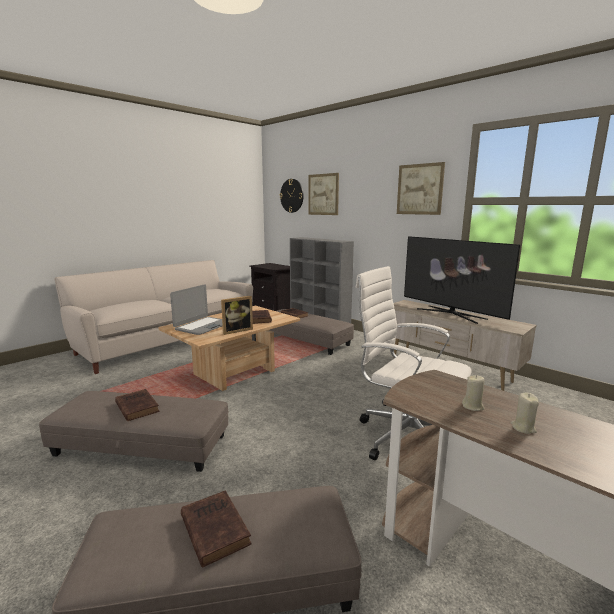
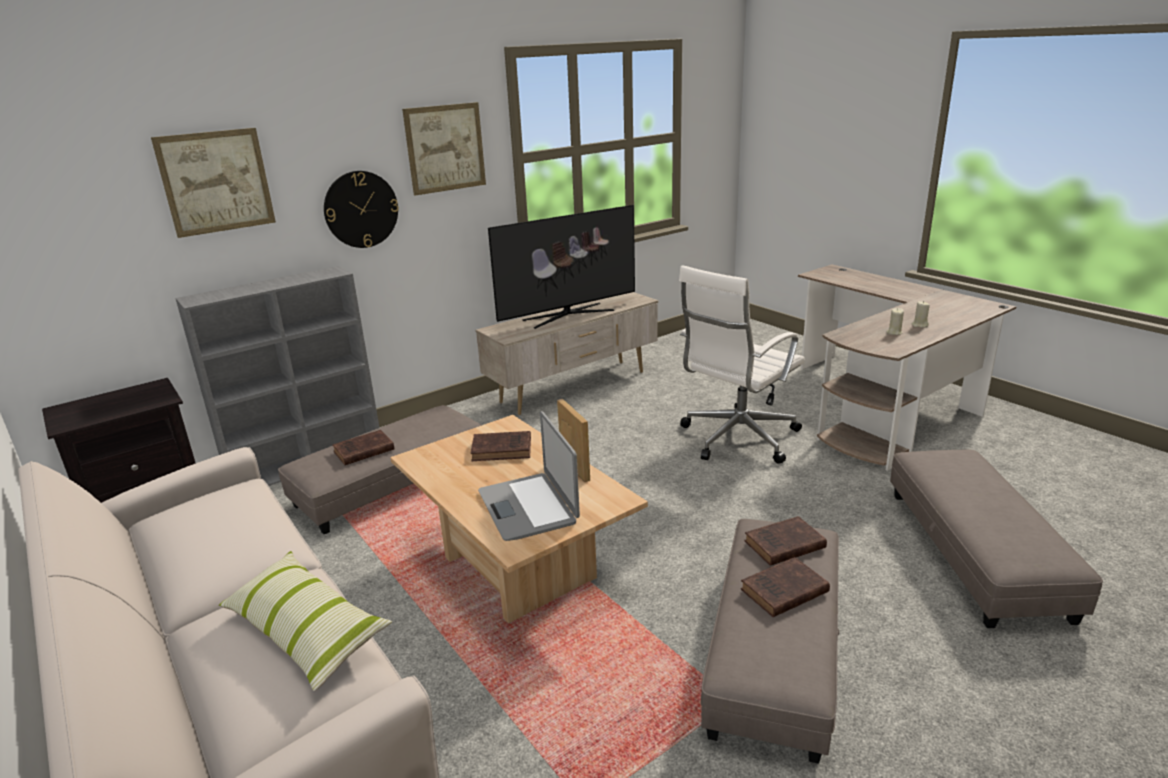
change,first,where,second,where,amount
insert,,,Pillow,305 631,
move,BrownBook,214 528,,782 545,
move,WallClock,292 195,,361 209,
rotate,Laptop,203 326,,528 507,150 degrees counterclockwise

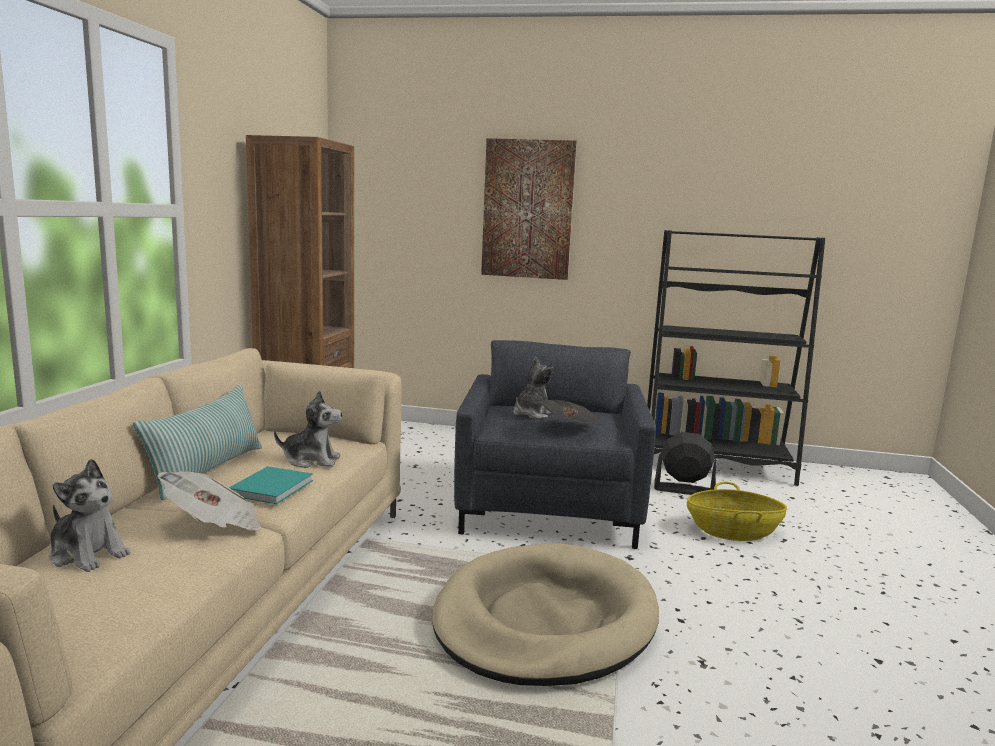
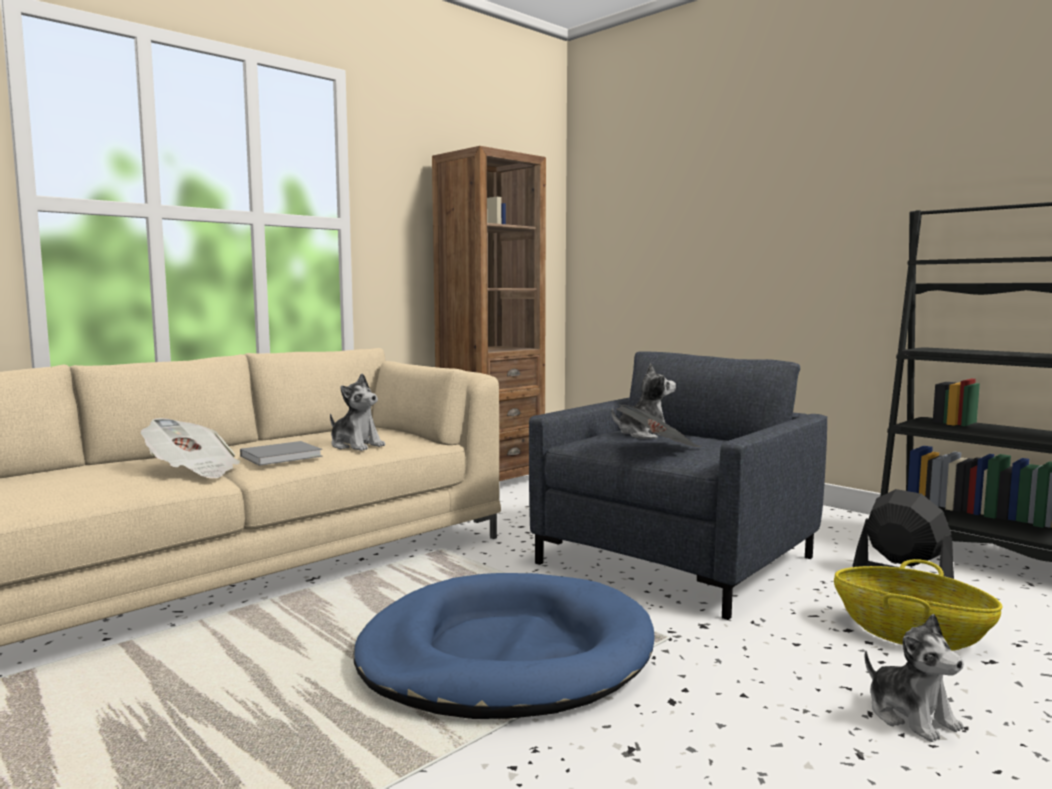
change,first,where,second,where,amount
delete,Pillow,207 470,,,
delete,Picture,528 209,,,
move,PlushToy,88 554,,911 716,
recolor,TurquoiseBook,273 487,GreyBook,283 456,
recolor,BeigeDogBed,545 620,BlueDogBed,505 655,

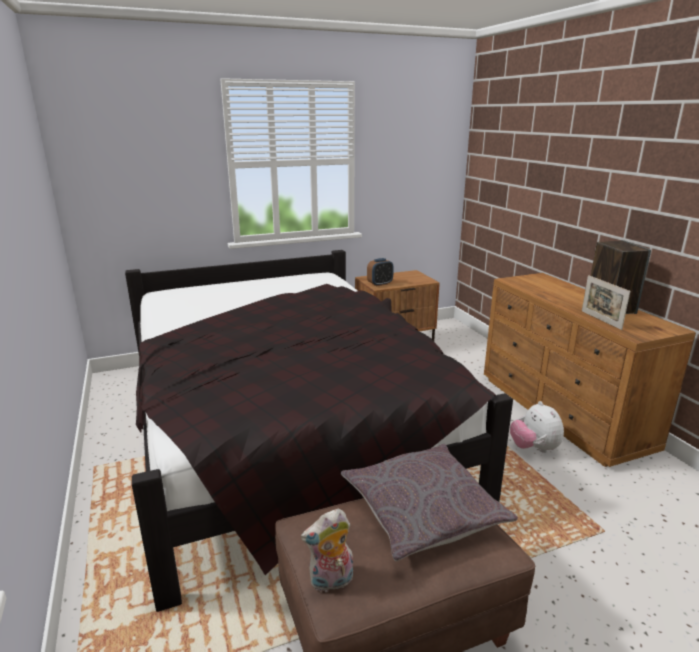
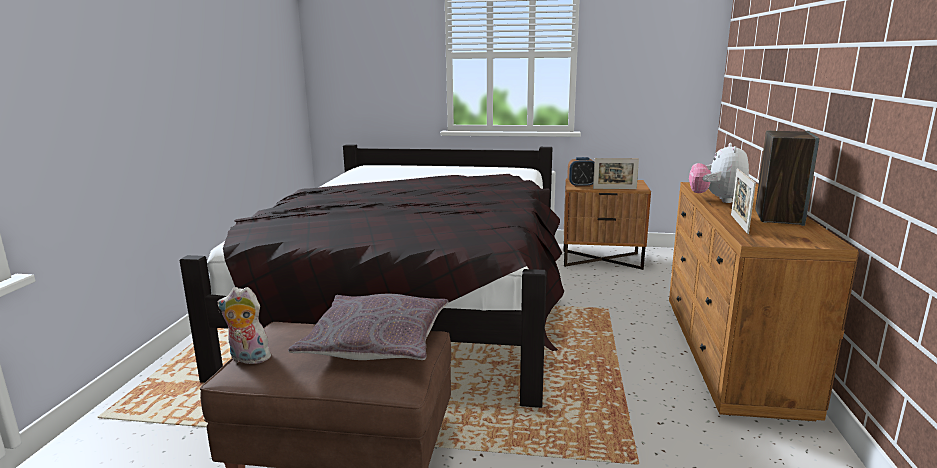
change,first,where,second,where,amount
insert,,,PictureFrame,614 188,
move,PlushToy,534 448,,717 200,

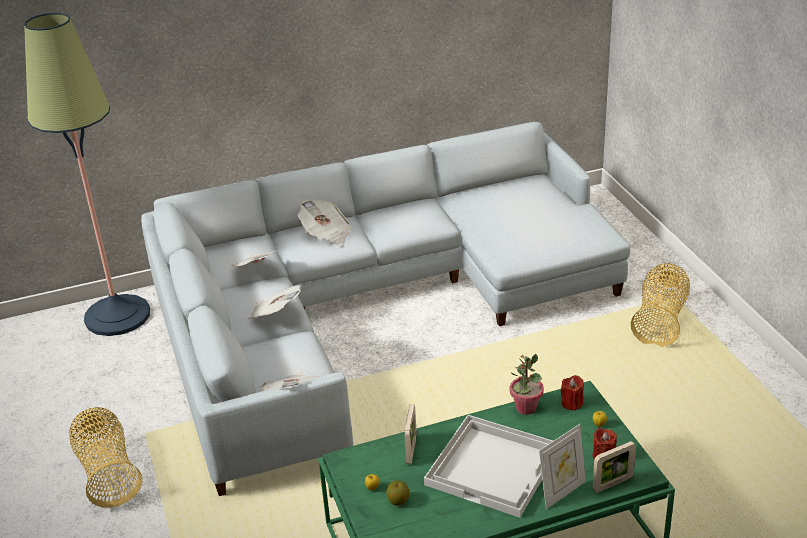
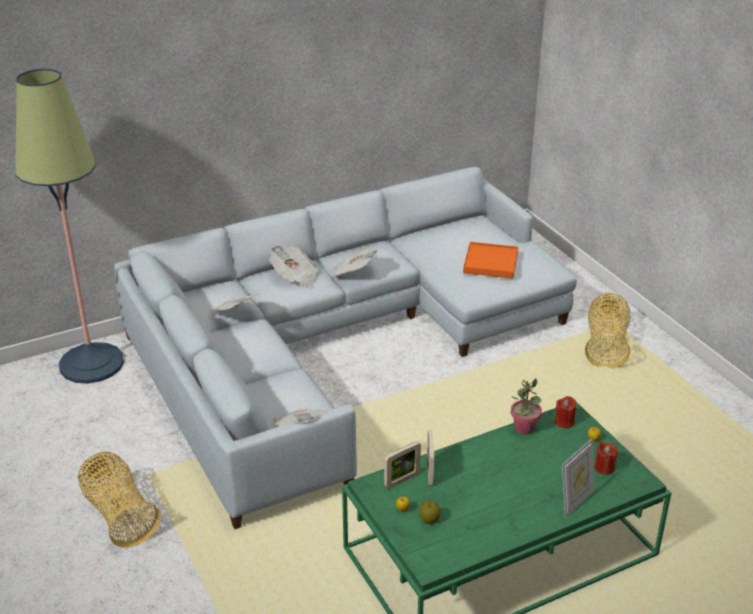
change,first,where,second,where,amount
delete,WhiteTray,494 466,,,
insert,,,OrangeTray,490 263,
move,Newspaper,276 314,,353 273,
move,PictureFrame,612 483,,402 480,

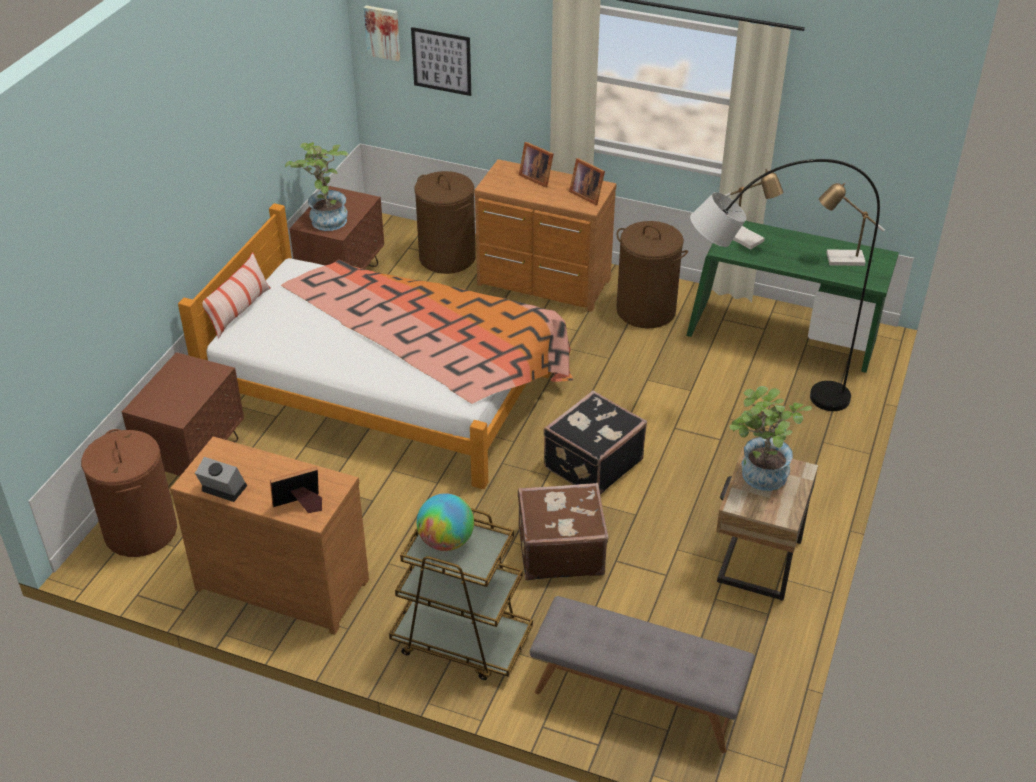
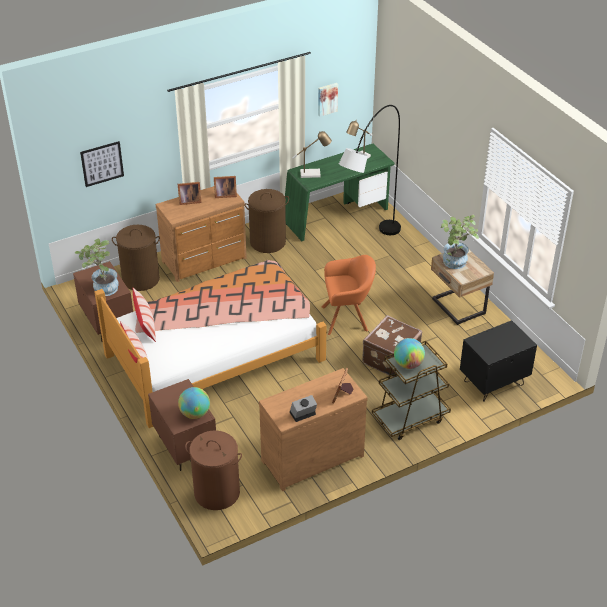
change,first,where,second,where,amount
insert,,,Pillow,145 324,
insert,,,Globe,195 413,
move,Picture,383 32,,327 99,
replace,GreyBench,637 697,BlackNightstand,493 384,
replace,BlackSuitcase,591 463,OrangeArmchair,348 318,

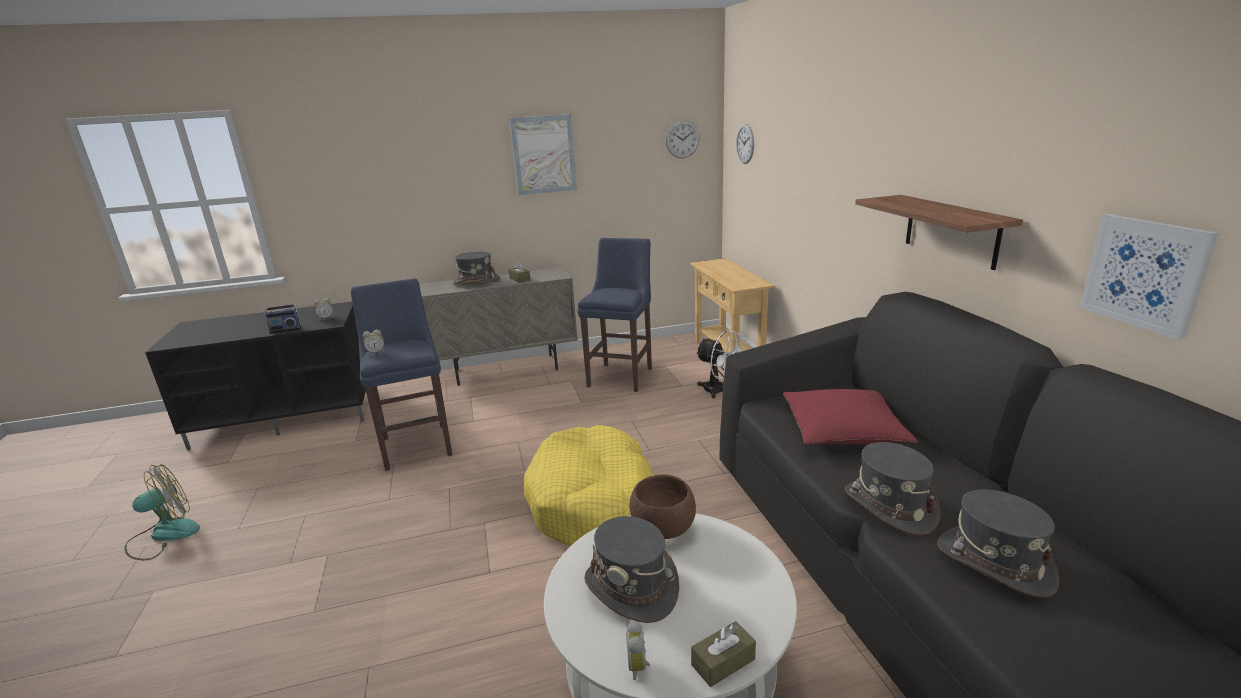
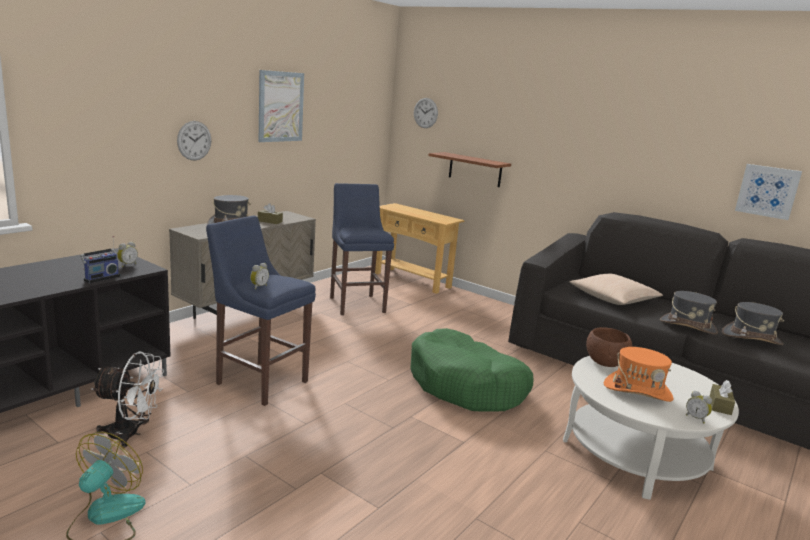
change,first,where,second,where,amount
move,WallClock,682 139,,194 140,
move,WhiteFan,719 391,,131 434,
move,Shelf,951 230,,475 169,
recolor,YellowDogBed,594 503,GreenDogBed,466 385,
recolor,GreyHat,632 587,OrangeHat,637 391,
recolor,RedPillow,843 431,BeigePillow,613 299,

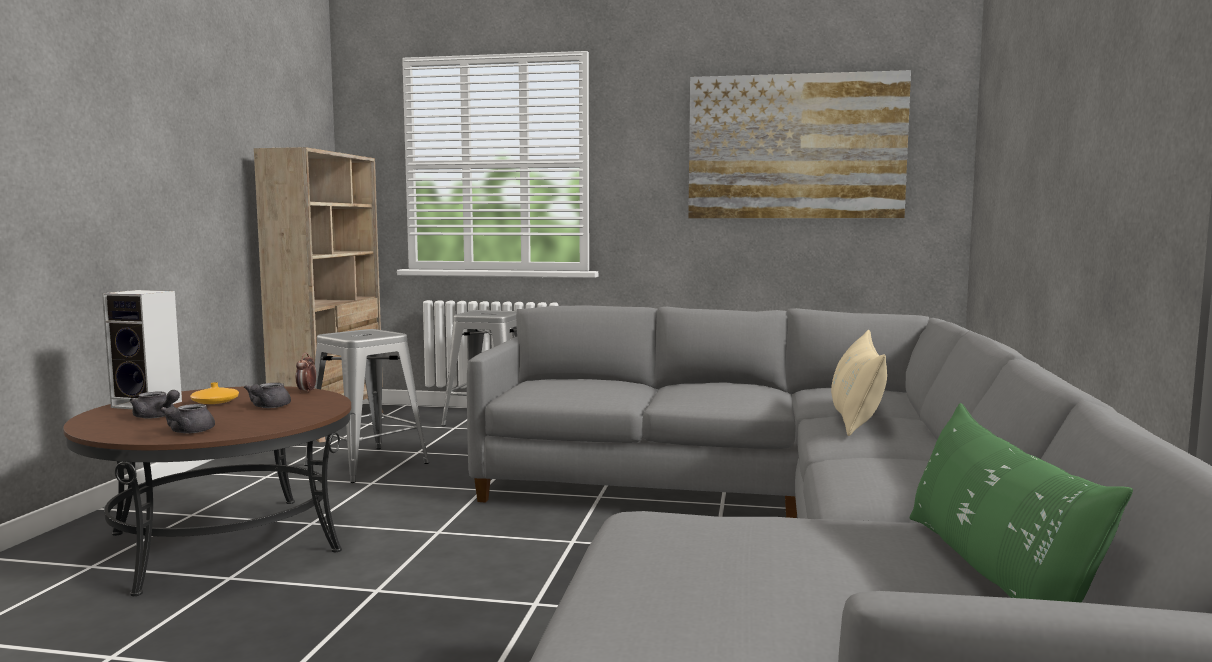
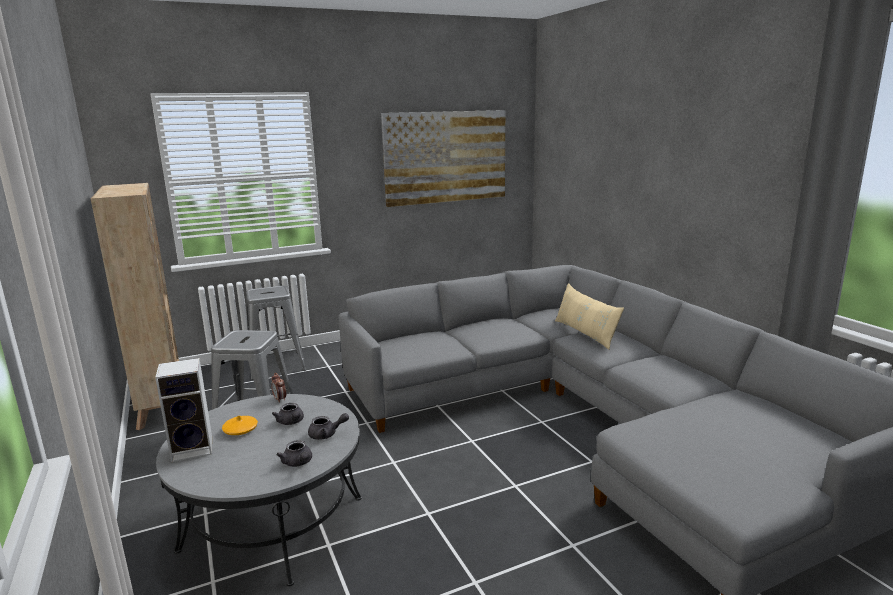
change,first,where,second,where,amount
delete,GreenPillow,992 573,,,
move,GreyTeapot,156 417,,327 434,
recolor,BrownCoffeeTable,224 542,GreyCoffeeTable,273 523,

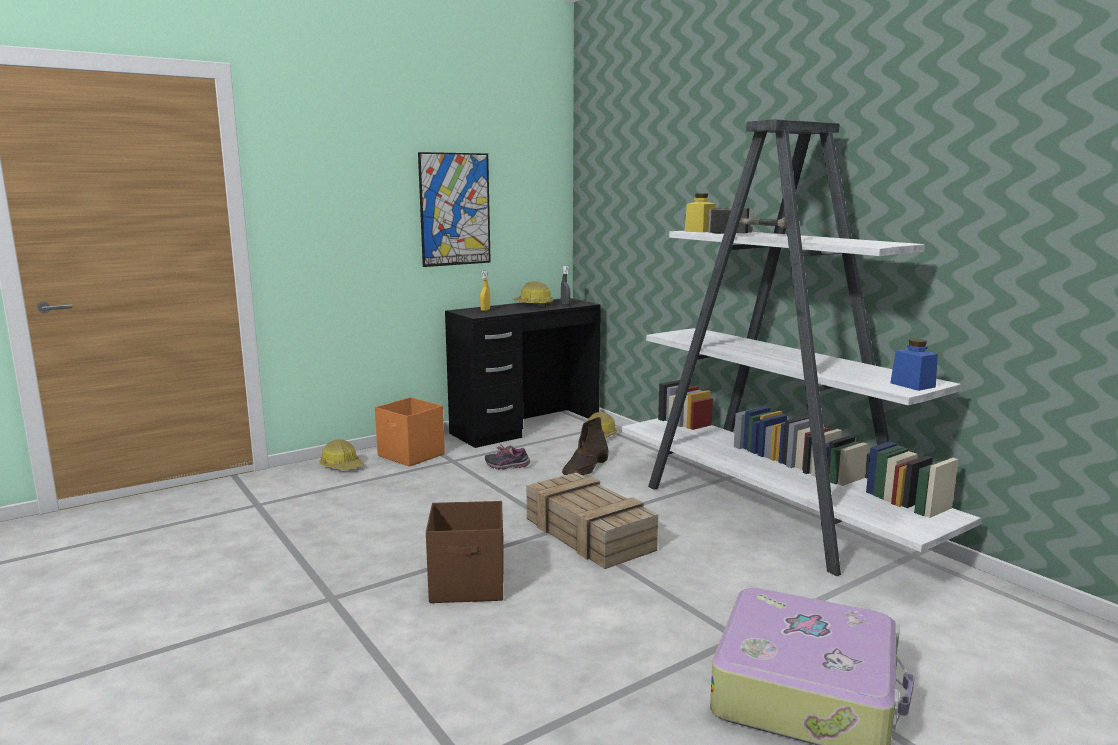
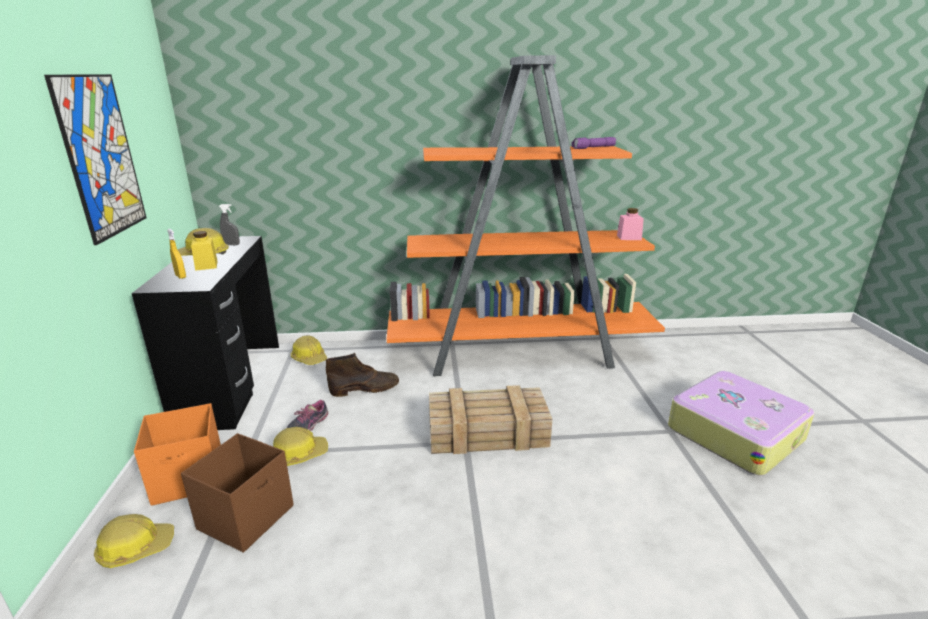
change,first,where,second,where,amount
delete,Hammer,750 234,,,
insert,,,HardHat,299 454,
insert,,,PurpleFlashlight,593 148,
move,BrownStorageBox,469 585,,247 517,
move,YellowJar,700 231,,206 265,
recolor,WhiteBookcase,771 515,OrangeBookcase,521 352,
recolor,BlueJar,912 385,PinkJar,629 237,
rotate,BrownBoot,585 468,,365 388,75 degrees counterclockwise

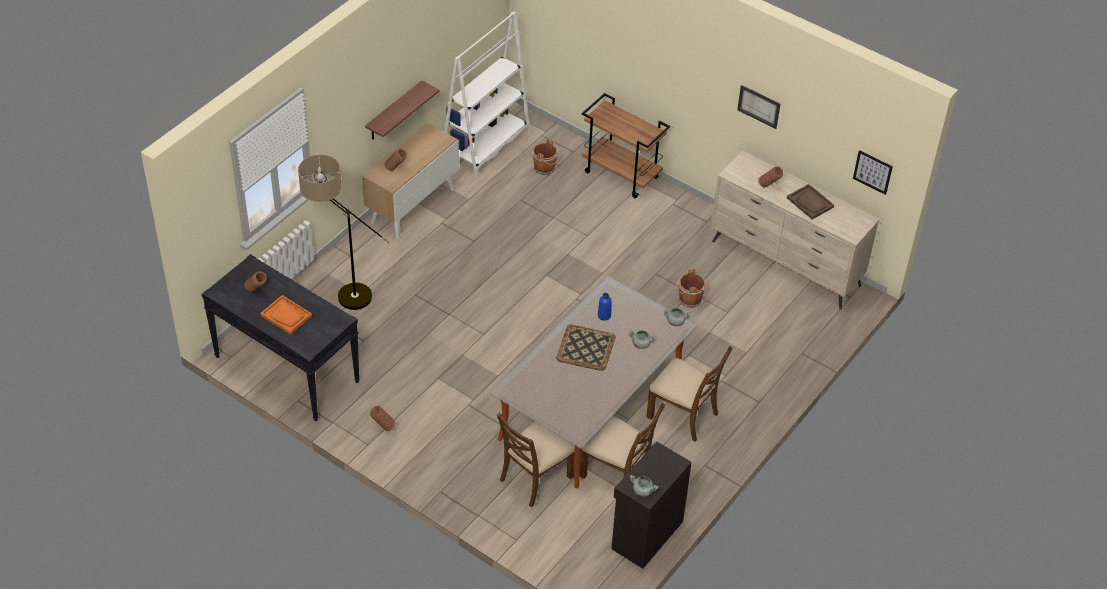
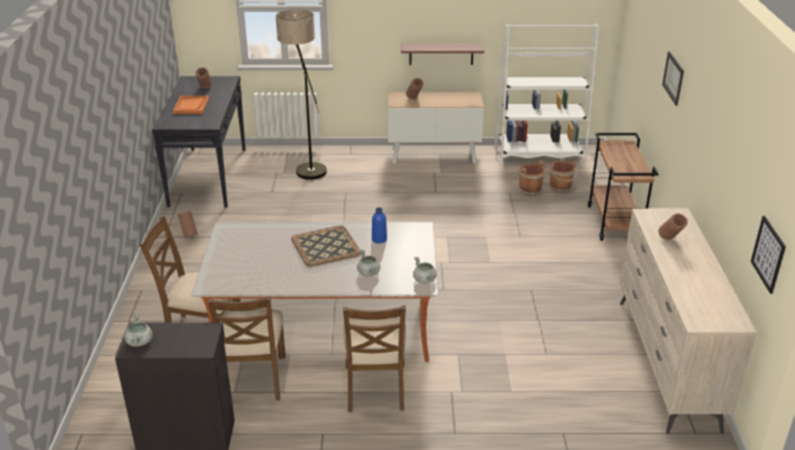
change,first,where,second,where,amount
delete,BrownTray,810 202,,,
move,BrownBucket,688 299,,529 189,
move,Picture,759 106,,673 78,

